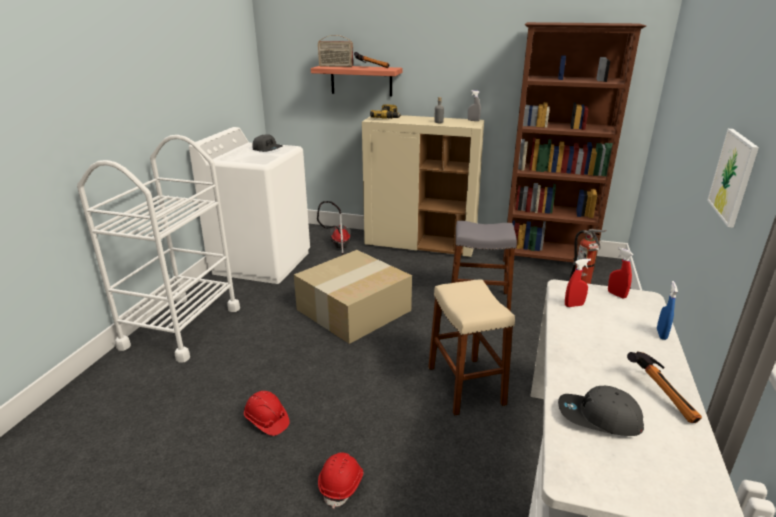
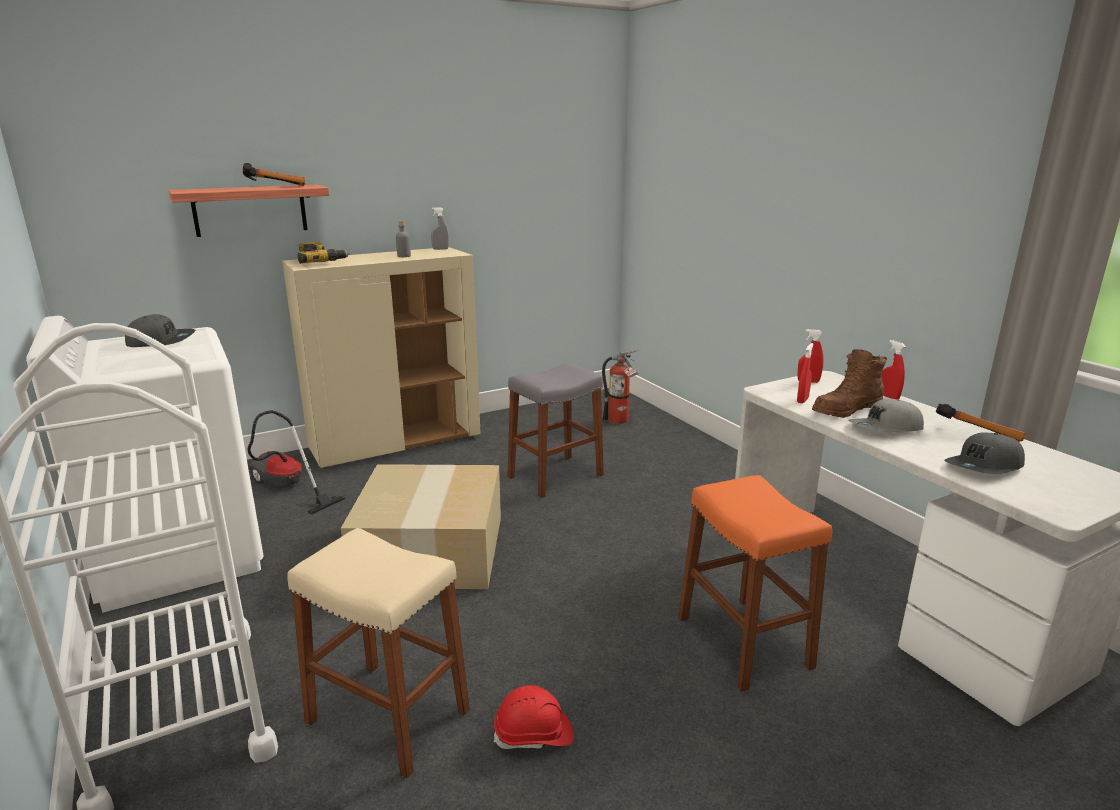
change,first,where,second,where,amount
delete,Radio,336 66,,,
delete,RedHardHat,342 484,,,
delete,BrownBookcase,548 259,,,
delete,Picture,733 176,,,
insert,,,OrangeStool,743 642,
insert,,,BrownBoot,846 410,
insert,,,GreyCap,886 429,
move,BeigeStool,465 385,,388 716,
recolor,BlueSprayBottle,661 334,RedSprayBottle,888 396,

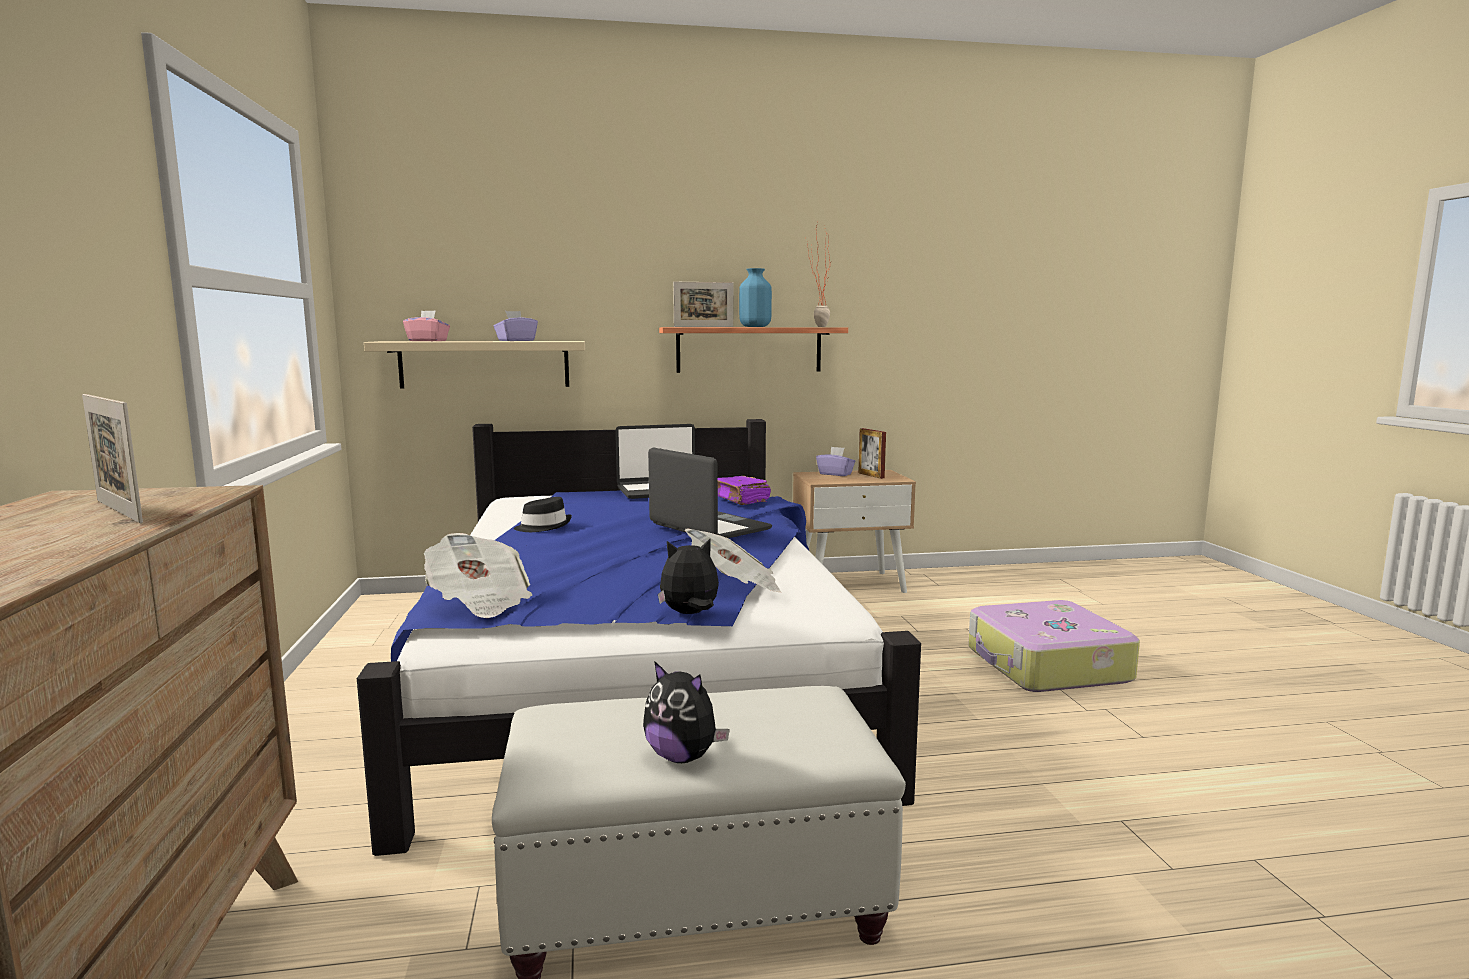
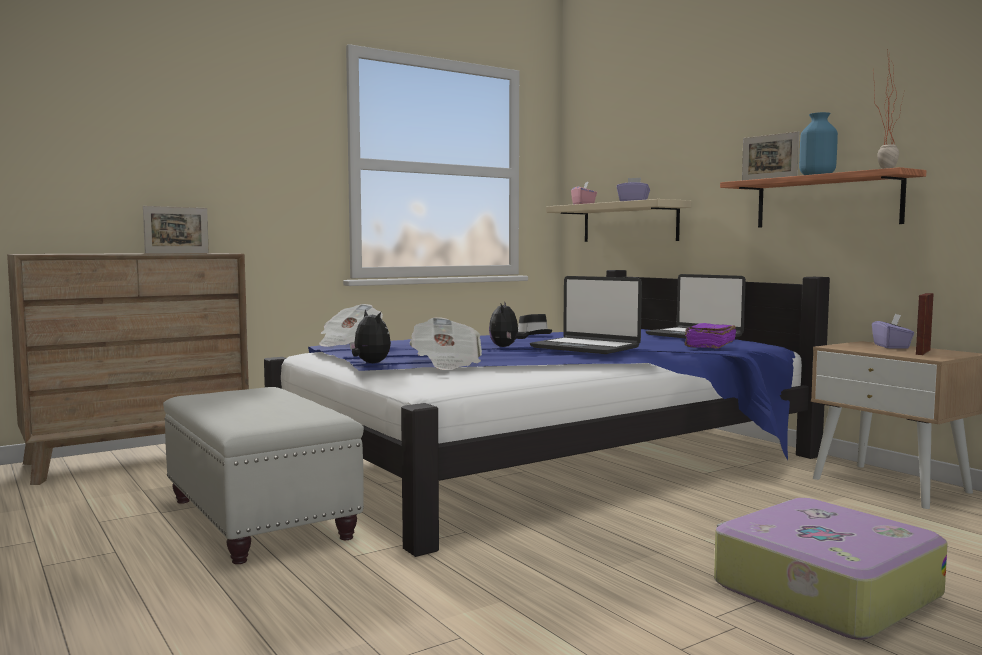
change,first,where,second,where,amount
move,PlushToy,683 757,,505 347,
rotate,PictureFrame,119 511,,177 253,150 degrees counterclockwise
rotate,Laptop,708 527,,585 347,105 degrees clockwise

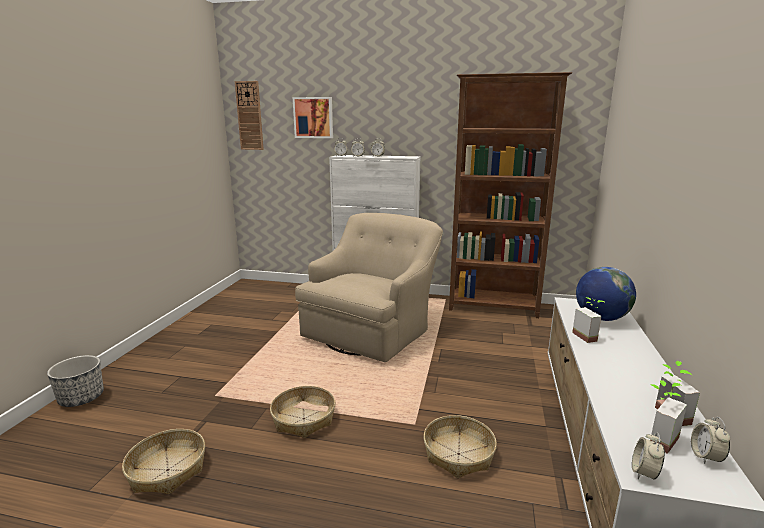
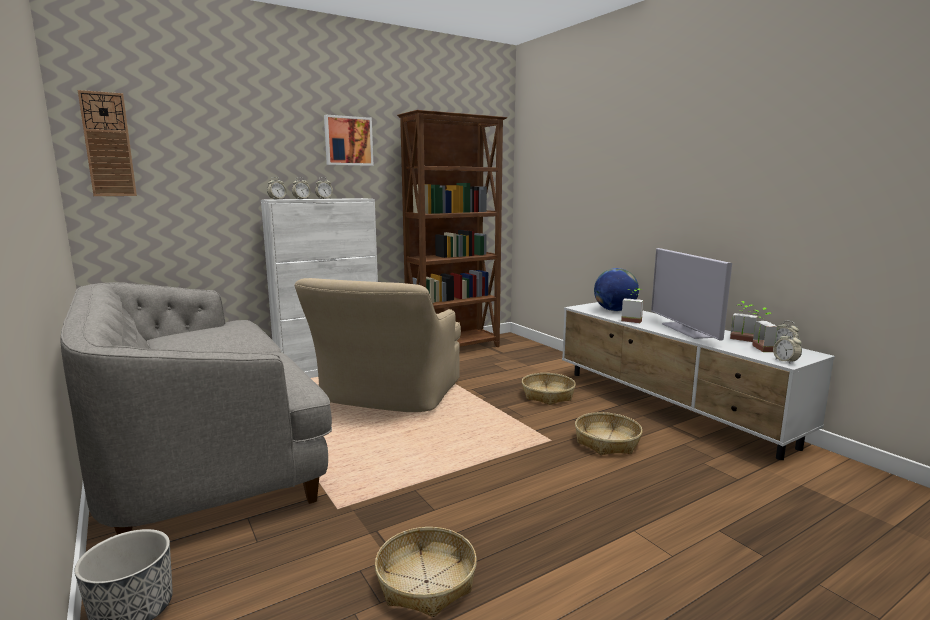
change,first,where,second,where,amount
insert,,,GreySofa,202 449,
insert,,,Television,686 330,
move,Basket,304 419,,548 395,
move,Picture,313 117,,348 141,
rotate,BeigeArmchair,372 330,,386 397,150 degrees counterclockwise

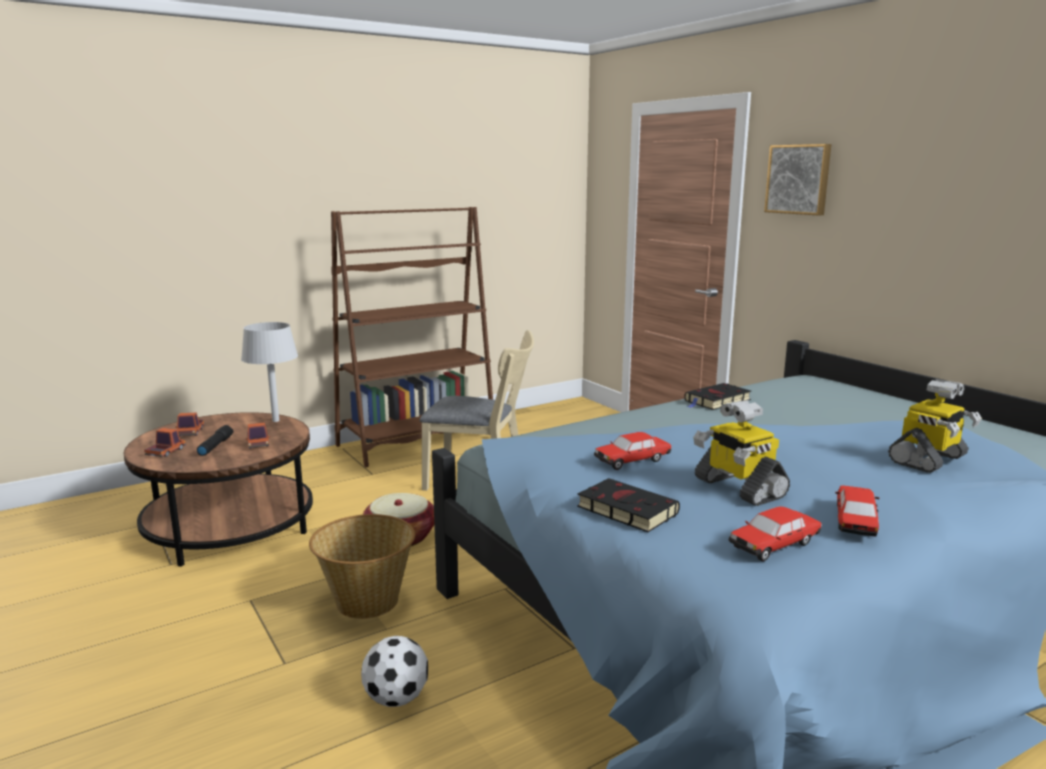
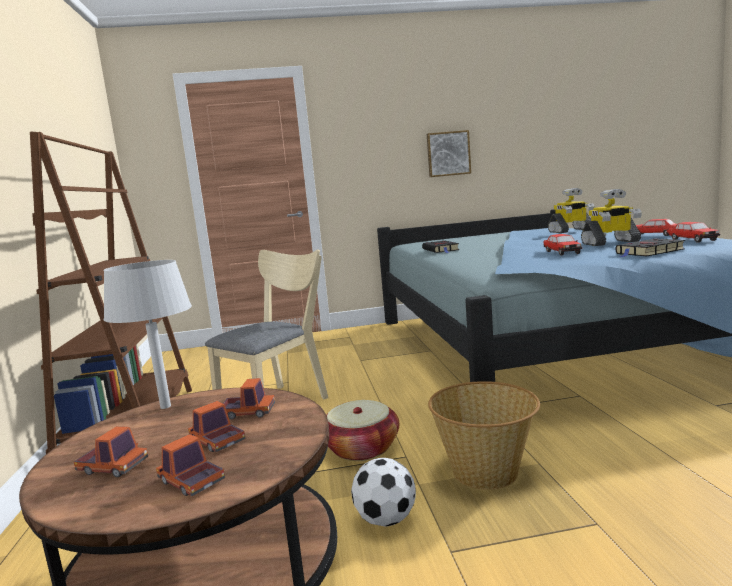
change,first,where,second,where,amount
move,Football,396 698,,385 519,
move,Picture,799 179,,448 154,
replace,BlackFlashlight,215 446,ToyTruck,217 441,
rotate,ToyRobot,928 460,,571 231,90 degrees clockwise

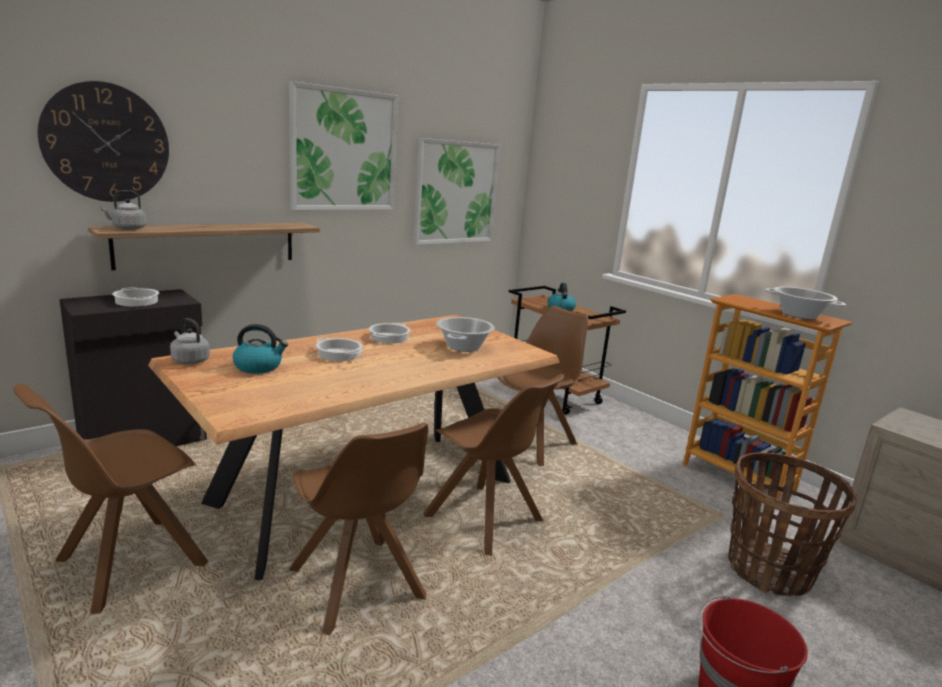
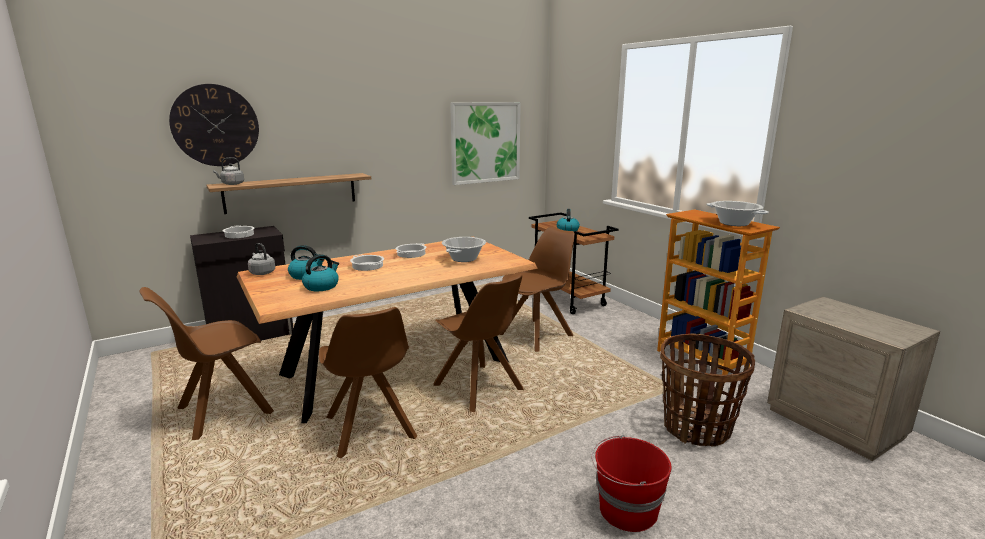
change,first,where,second,where,amount
delete,Picture,344 150,,,
insert,,,Kettle,321 286,

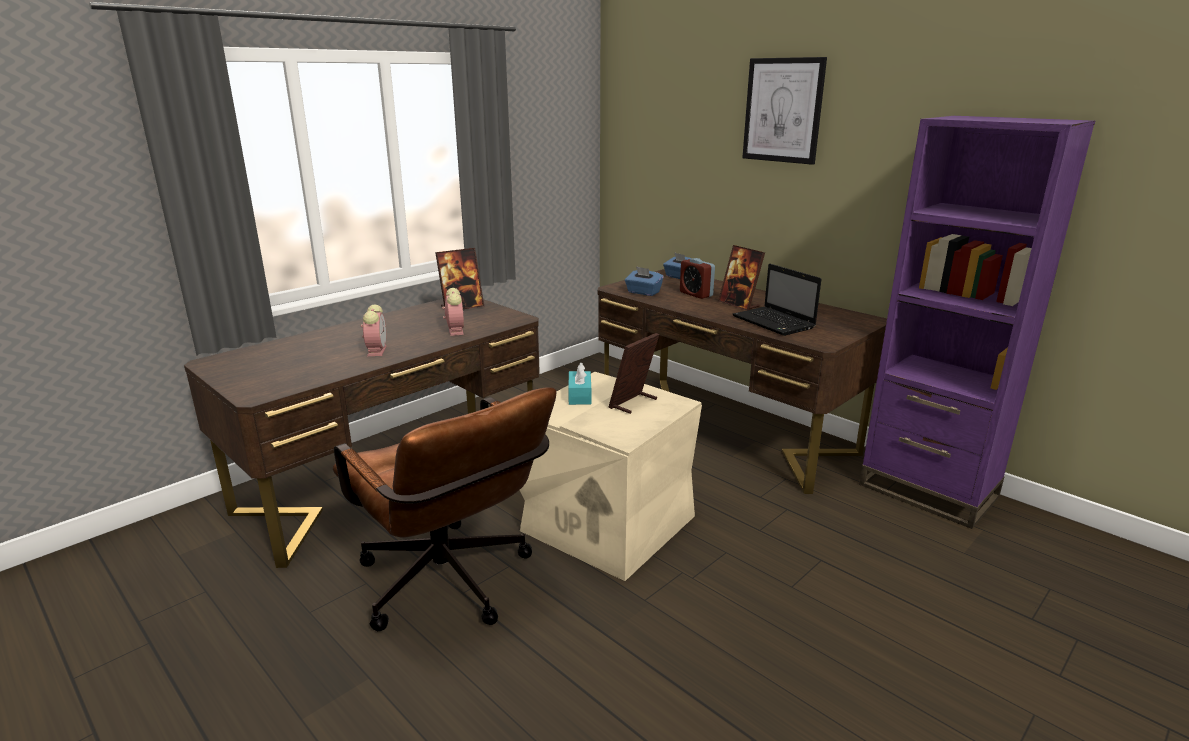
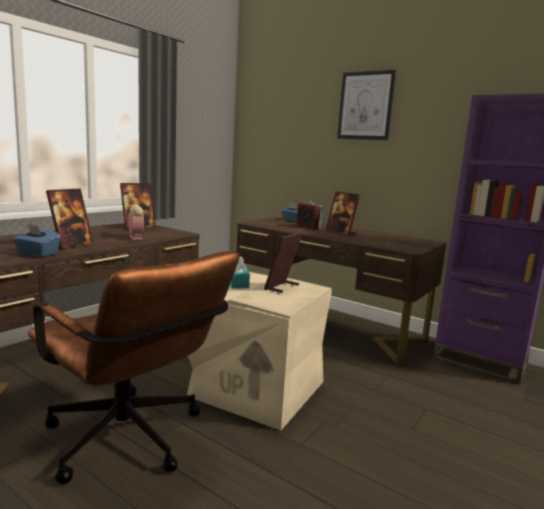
change,first,where,second,where,amount
delete,Laptop,775 323,,,
move,BlueTissueBox,643 292,,37 254,
replace,AlarmClock,376 350,PictureFrame,71 245,

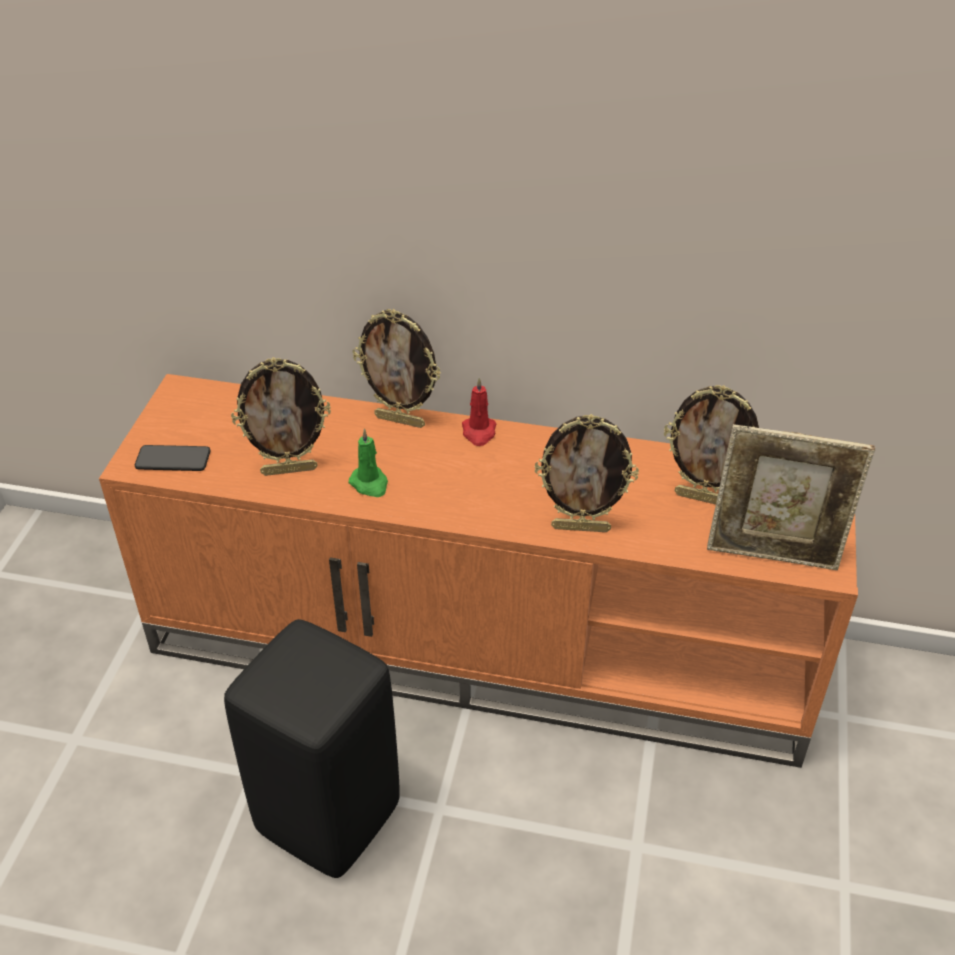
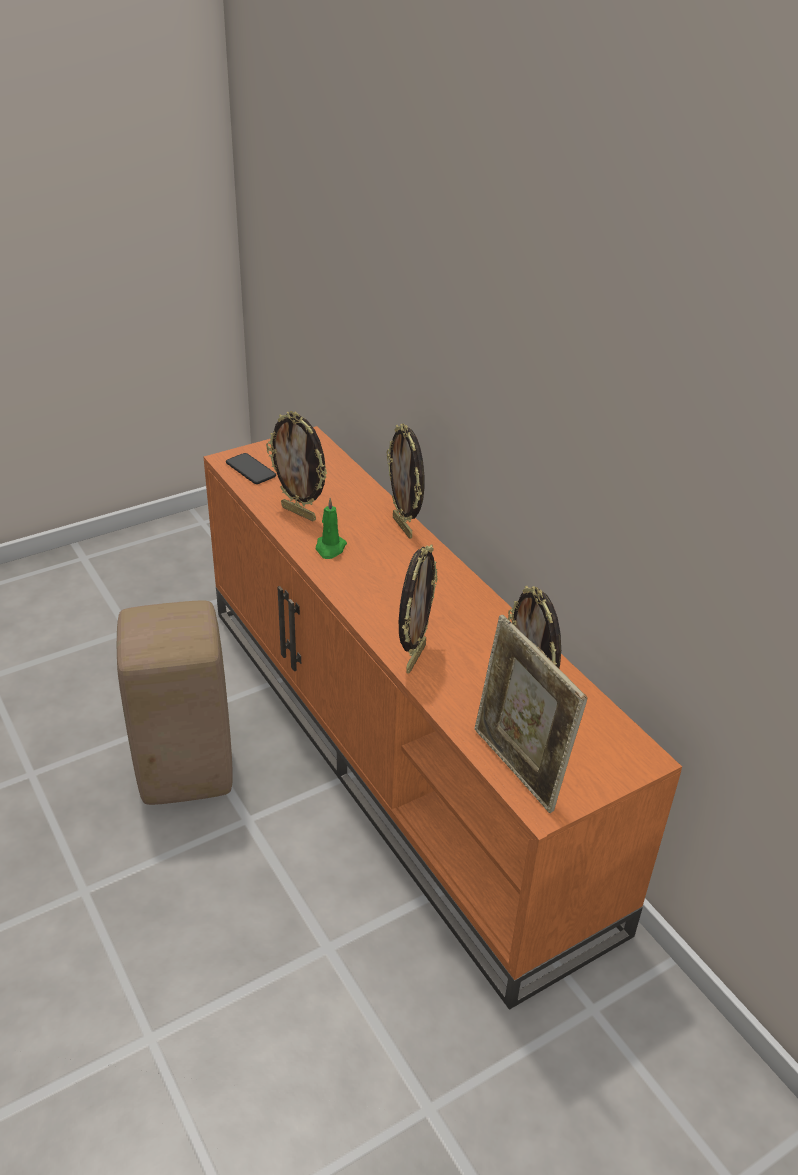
change,first,where,second,where,amount
delete,RedCandle,479 432,,,
recolor,BlackStool,329 820,BeigeStool,184 773,
rotate,PictureFrame,581 527,,414 657,120 degrees counterclockwise

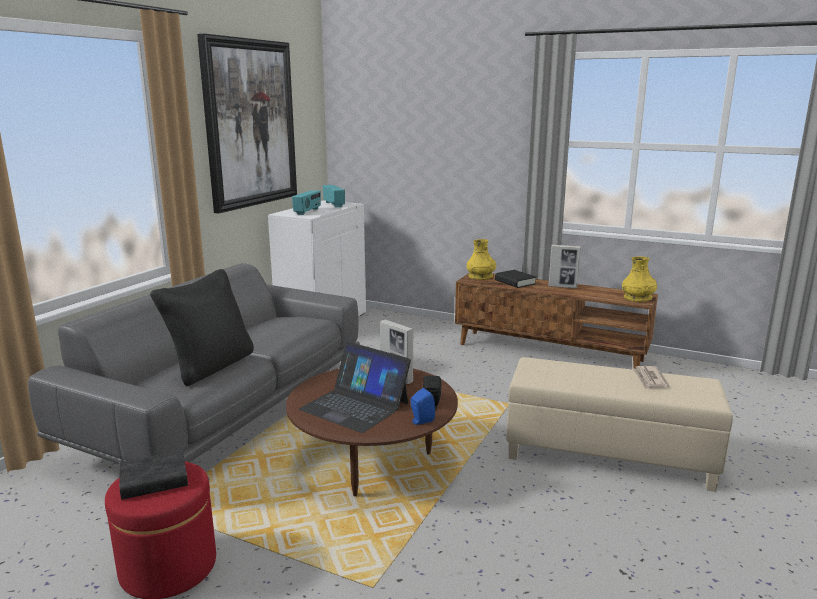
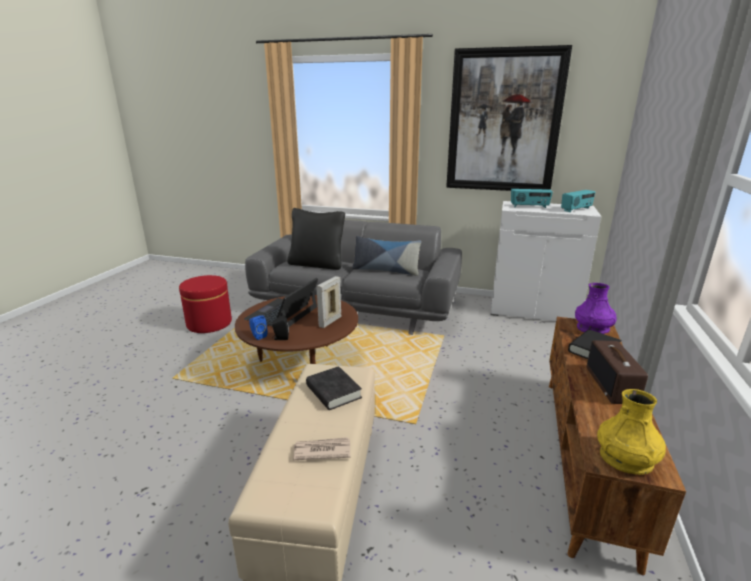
change,first,where,second,where,amount
insert,,,Pillow,385 270,
move,BlackBook,154 481,,333 392,
replace,PictureFrame,562 287,Radio,612 385,
recolor,YellowVase,480 276,PurpleVase,592 328,

